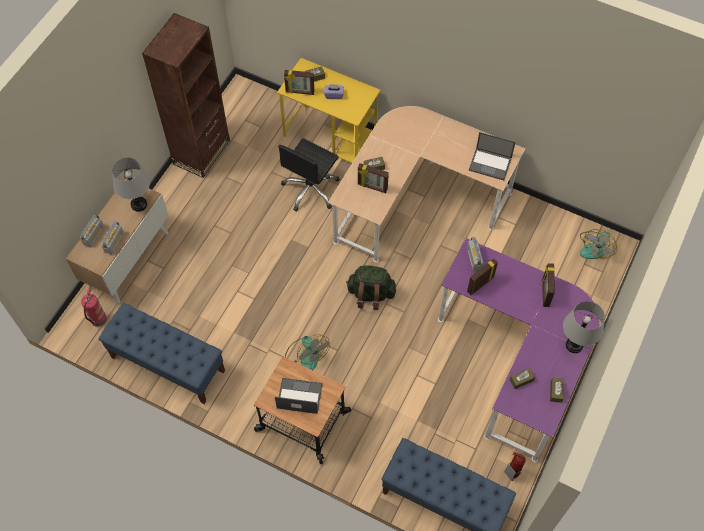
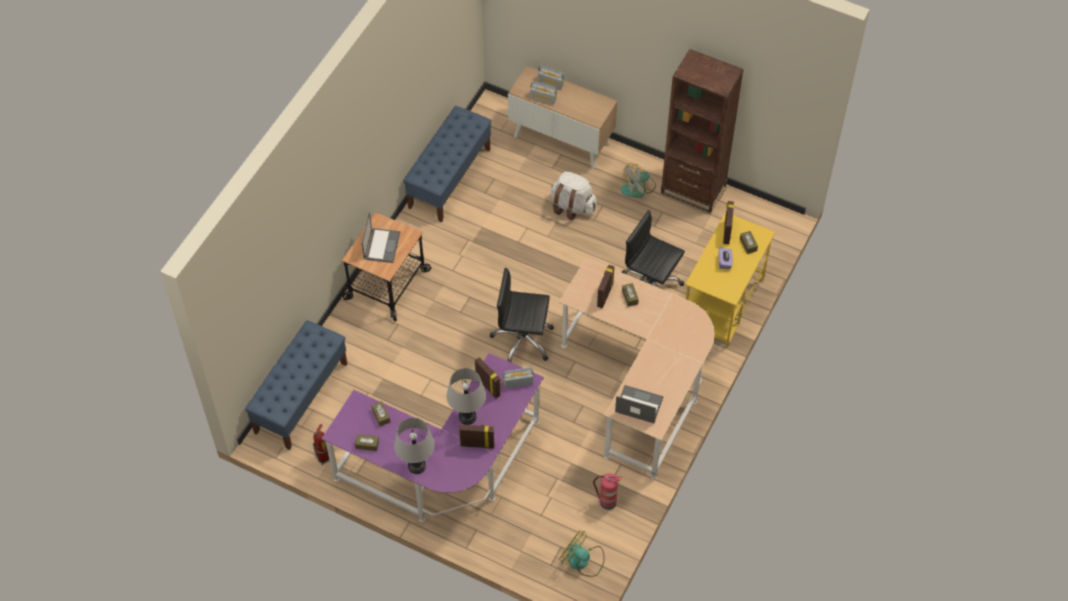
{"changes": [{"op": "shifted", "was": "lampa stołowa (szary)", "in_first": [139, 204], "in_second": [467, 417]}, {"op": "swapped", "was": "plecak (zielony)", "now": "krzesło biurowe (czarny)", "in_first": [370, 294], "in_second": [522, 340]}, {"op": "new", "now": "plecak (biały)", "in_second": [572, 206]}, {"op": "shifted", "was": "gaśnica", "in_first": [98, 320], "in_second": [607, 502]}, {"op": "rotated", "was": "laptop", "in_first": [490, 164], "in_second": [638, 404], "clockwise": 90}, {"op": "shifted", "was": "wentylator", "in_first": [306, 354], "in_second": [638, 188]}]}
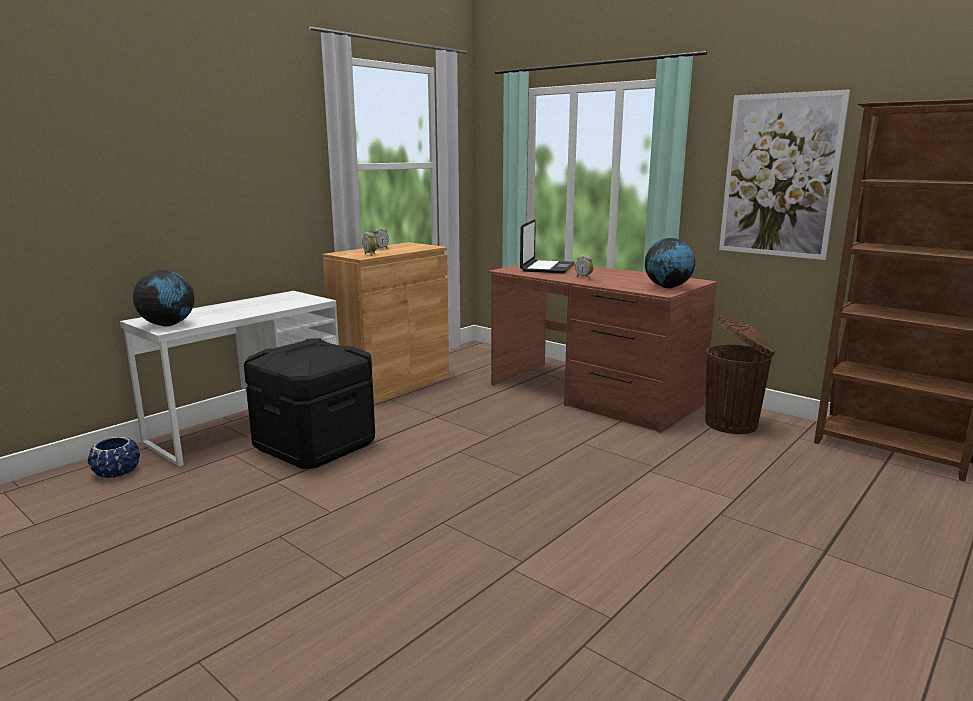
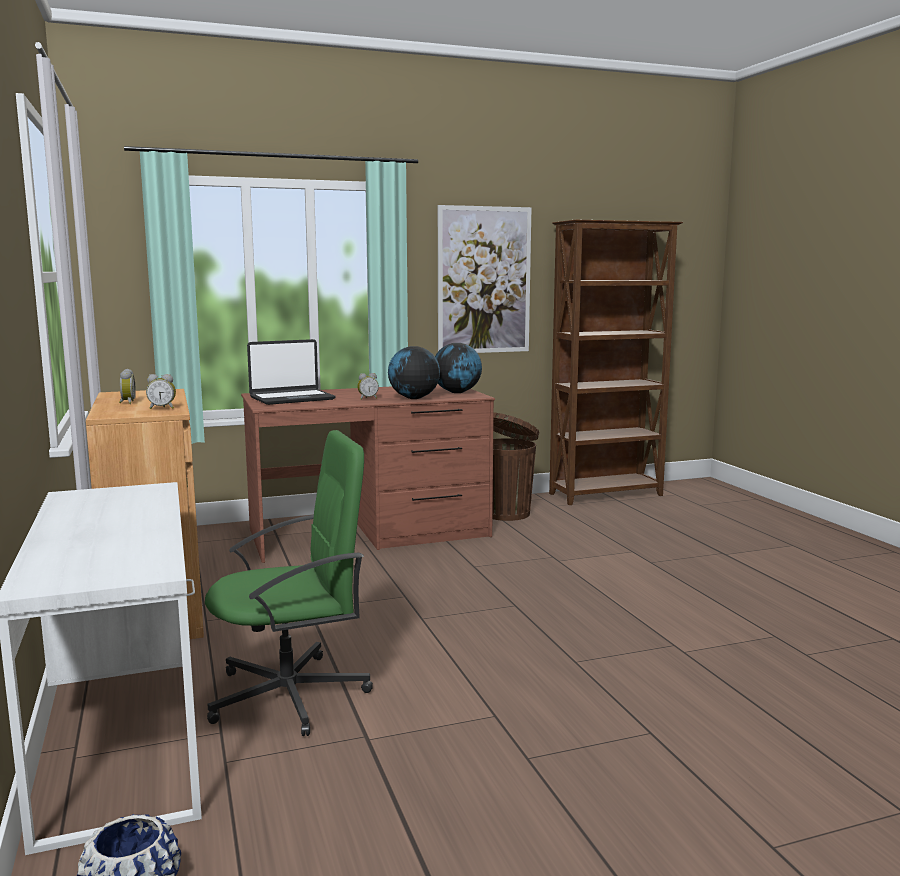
{"changes": [{"op": "swapped", "was": "pojemnik do przechowywania (czarny)", "now": "krzesło biurowe (zielony)", "in_first": [315, 447], "in_second": [291, 695]}, {"op": "rotated", "was": "laptop", "in_first": [546, 268], "in_second": [292, 398], "clockwise": 105}, {"op": "shifted", "was": "globus", "in_first": [168, 325], "in_second": [414, 398]}]}
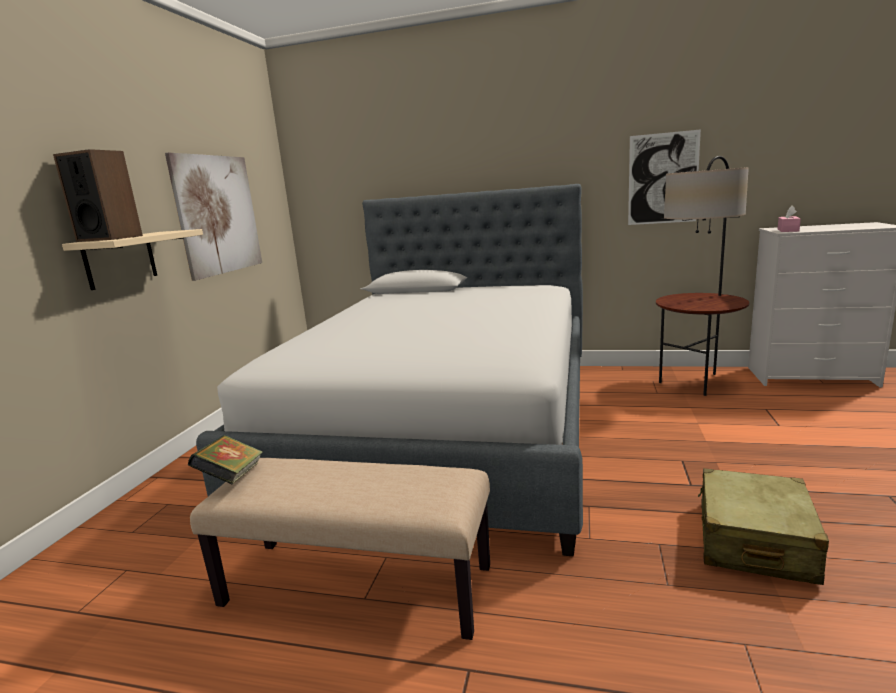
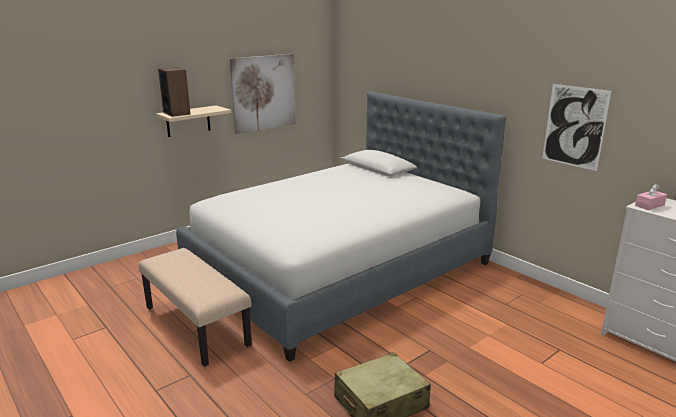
{"changes": [{"op": "gone", "was": "książka", "in_first": [231, 478]}, {"op": "gone", "was": "lampa stojąca", "in_first": [696, 382]}]}
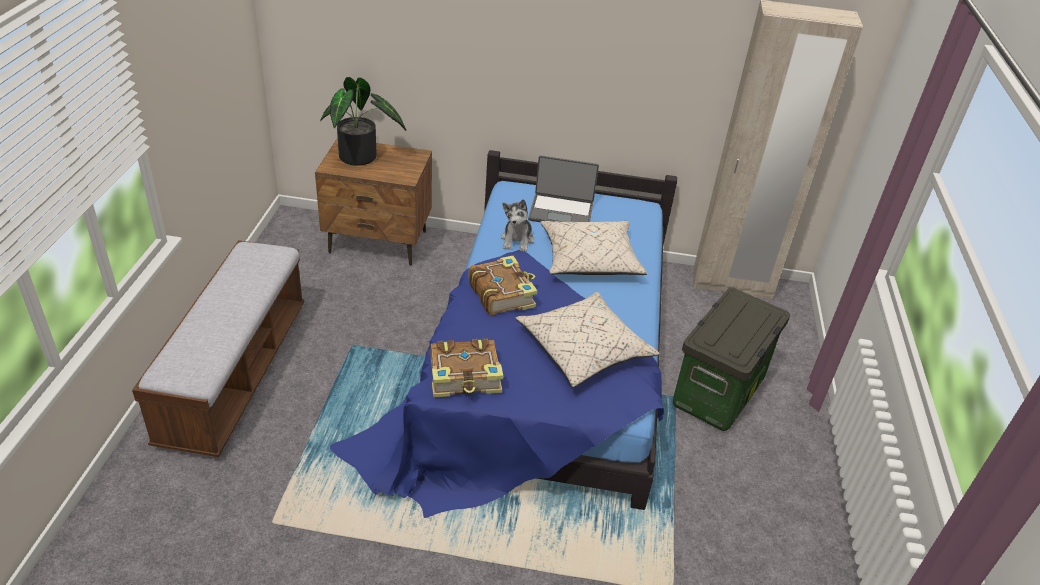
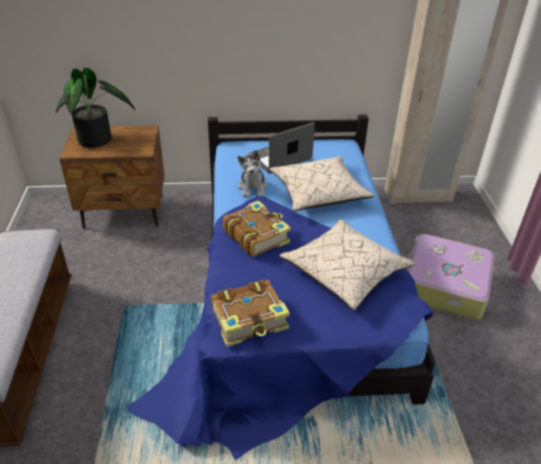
{"changes": [{"op": "rotated", "was": "laptop", "in_first": [561, 212], "in_second": [280, 158], "clockwise": 150}, {"op": "swapped", "was": "pojemnik do przechowywania", "now": "walizka", "in_first": [718, 393], "in_second": [443, 285]}]}
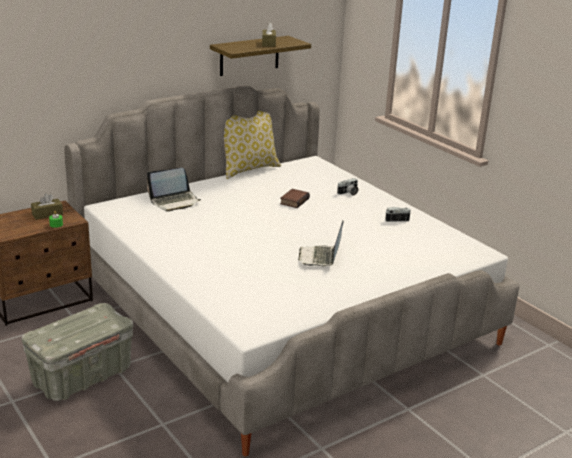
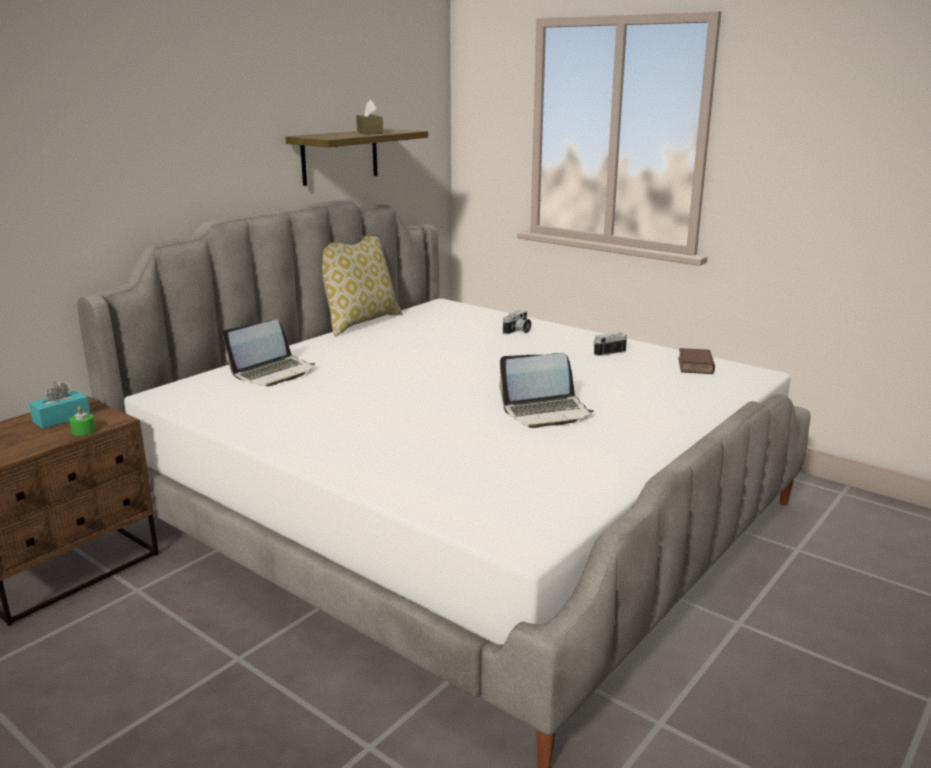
{"changes": [{"op": "repainted", "was": "pudełko chusteczek (brązowy)", "now": "pudełko chusteczek (turkusowy)", "in_first": [47, 214], "in_second": [61, 418]}, {"op": "rotated", "was": "laptop", "in_first": [320, 257], "in_second": [546, 412], "clockwise": -90}, {"op": "shifted", "was": "książka", "in_first": [294, 201], "in_second": [693, 365]}, {"op": "gone", "was": "pojemnik do przechowywania (szary)", "in_first": [82, 376]}]}
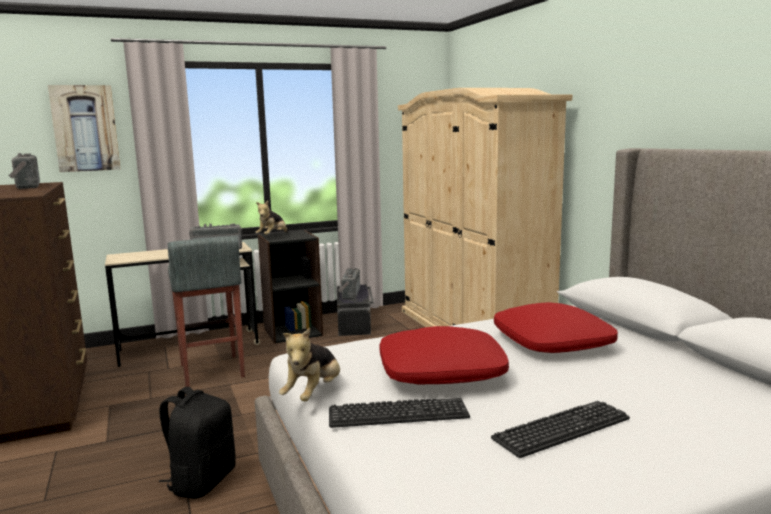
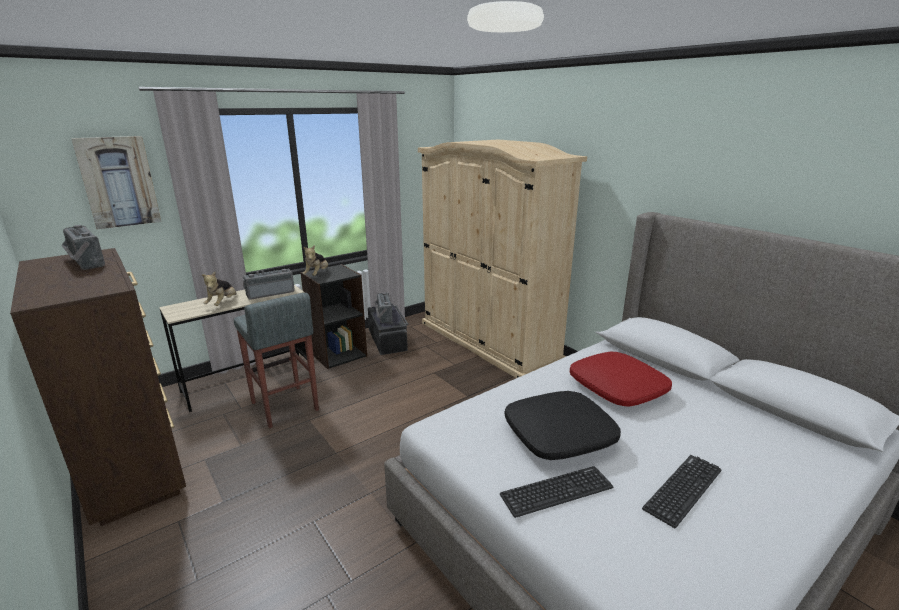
{"changes": [{"op": "shifted", "was": "pluszak", "in_first": [314, 394], "in_second": [222, 303]}, {"op": "repainted", "was": "poduszka (czerwony)", "now": "poduszka (czarny)", "in_first": [441, 370], "in_second": [559, 434]}, {"op": "gone", "was": "plecak (czarny)", "in_first": [201, 481]}]}
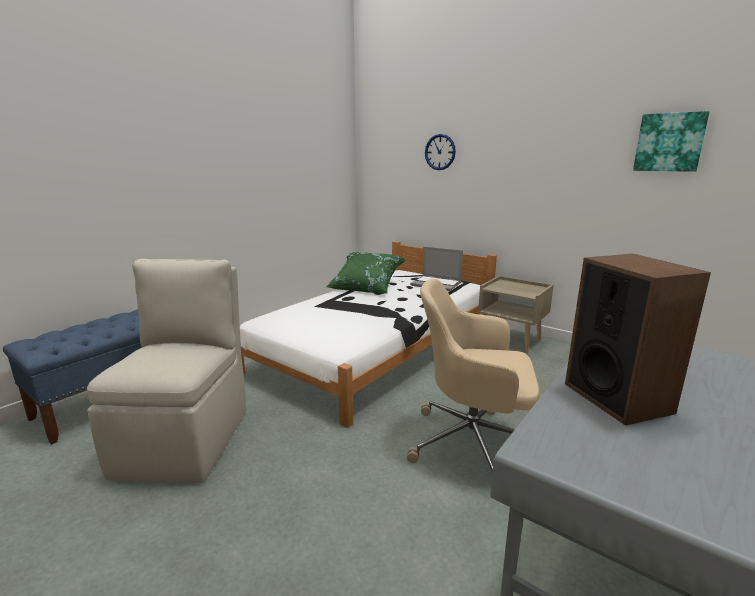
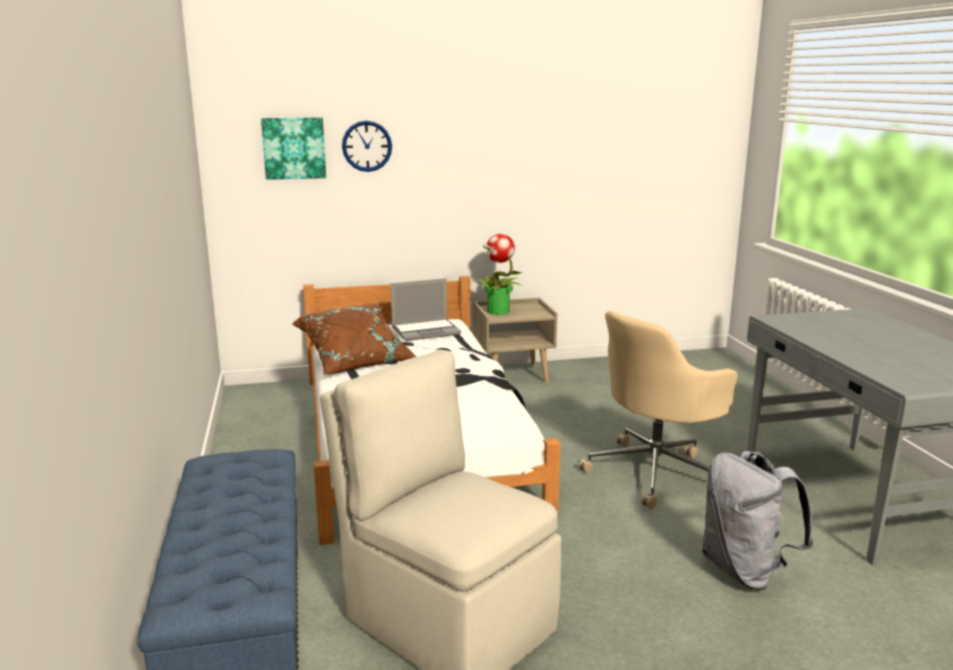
{"changes": [{"op": "shifted", "was": "obraz", "in_first": [669, 142], "in_second": [294, 148]}, {"op": "repainted", "was": "poduszka (zielony)", "now": "poduszka (brązowy)", "in_first": [366, 287], "in_second": [355, 360]}, {"op": "new", "now": "roślina doniczkowa", "in_second": [497, 311]}, {"op": "new", "now": "plecak (szary)", "in_second": [745, 571]}, {"op": "gone", "was": "głośnik", "in_first": [617, 397]}]}
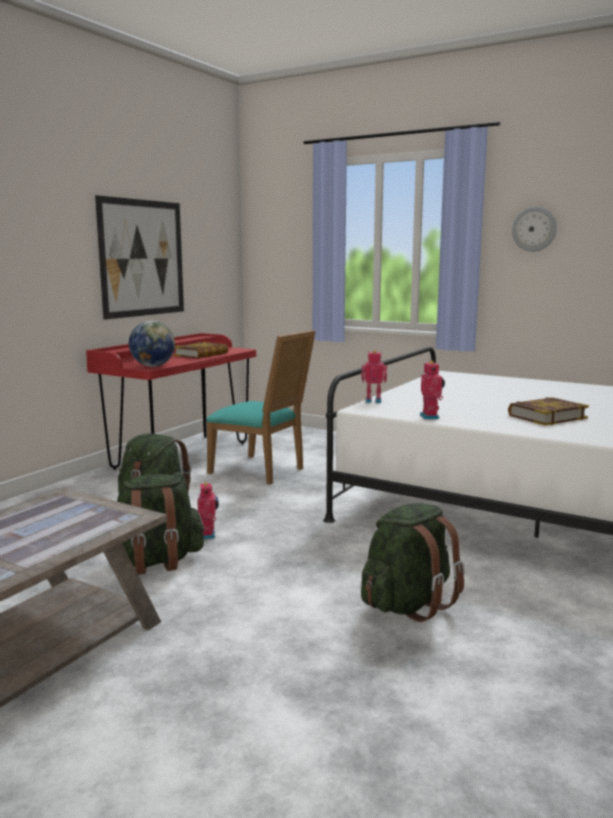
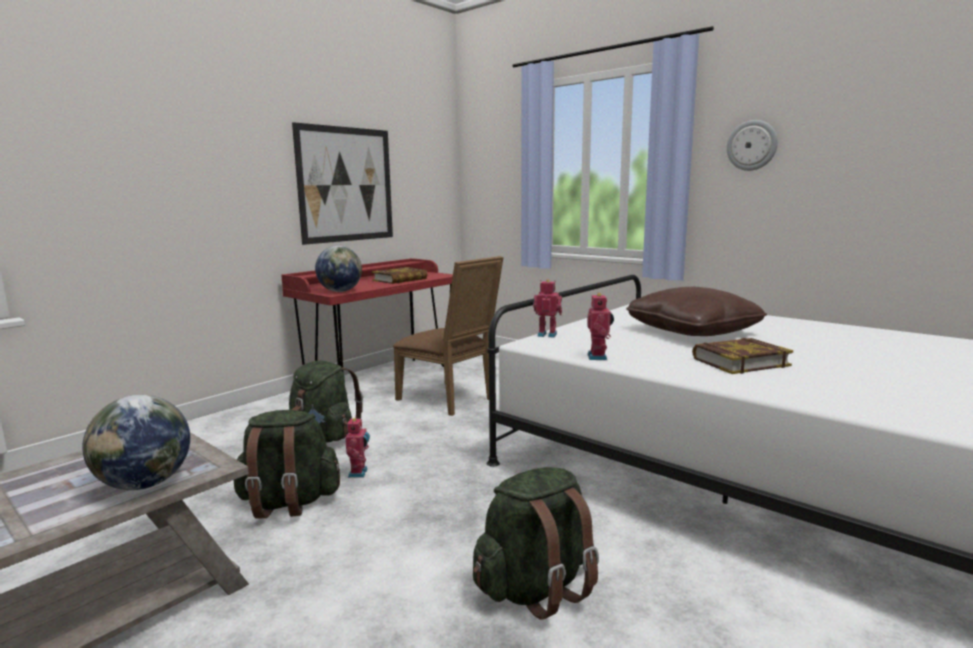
{"changes": [{"op": "new", "now": "globus", "in_second": [145, 484]}, {"op": "repainted", "was": "krzesło (turkusowy)", "now": "krzesło (brązowy)", "in_first": [262, 471], "in_second": [450, 400]}, {"op": "new", "now": "poduszka (brązowy)", "in_second": [692, 331]}]}
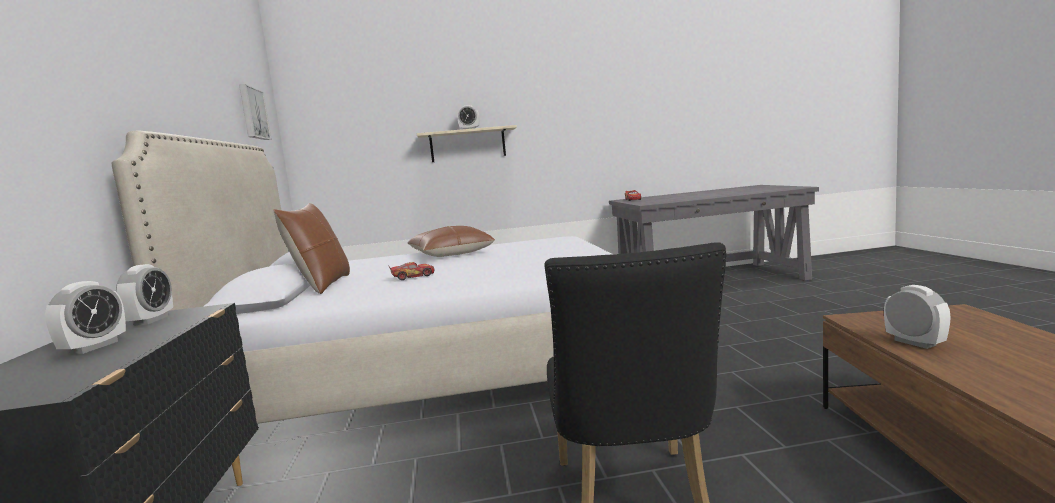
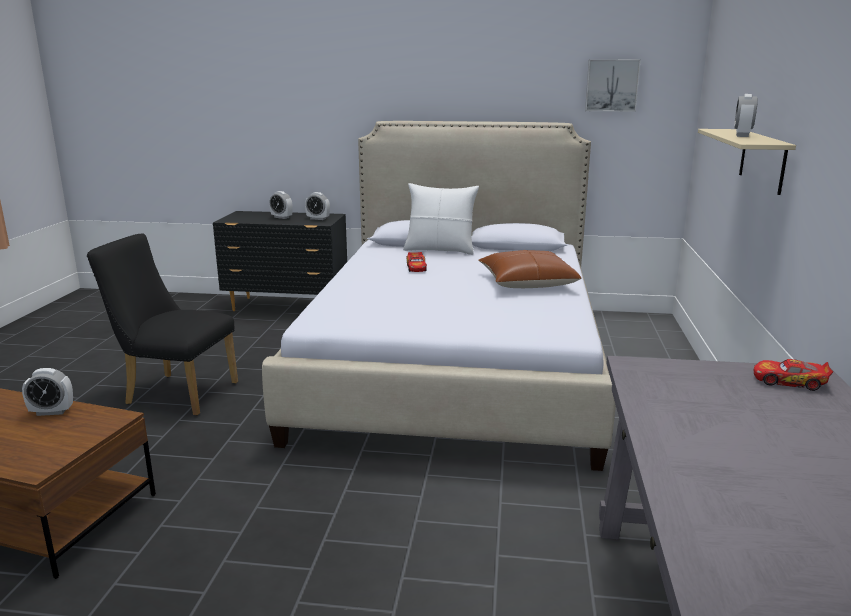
{"changes": [{"op": "repainted", "was": "poduszka (brązowy)", "now": "poduszka (biały)", "in_first": [322, 285], "in_second": [440, 250]}]}
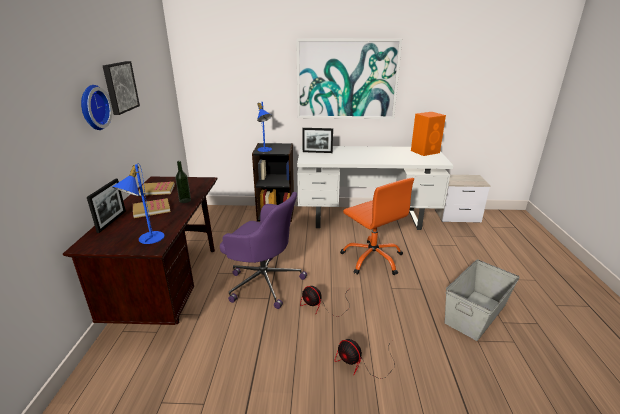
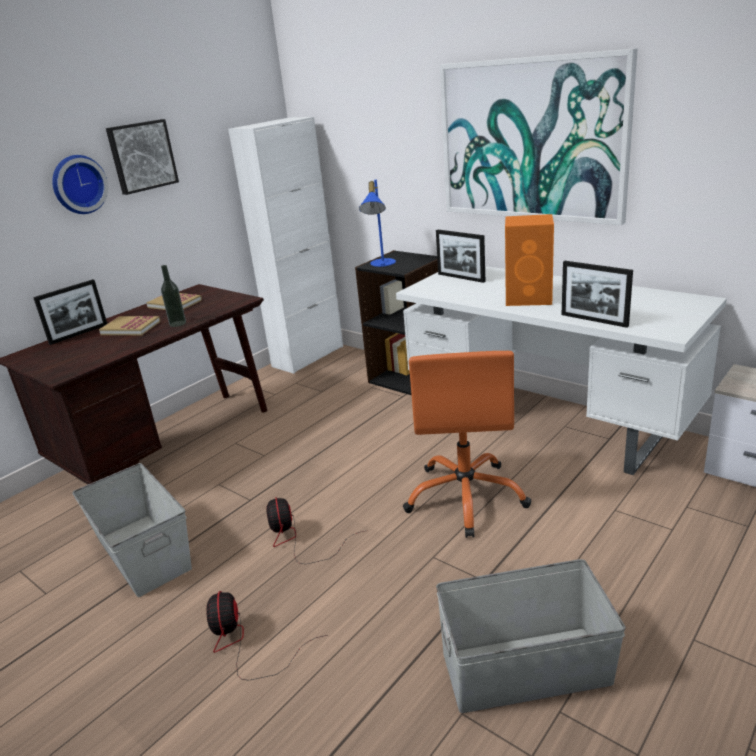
{"changes": [{"op": "new", "now": "pojemnik do przechowywania (szary)", "in_second": [142, 554]}, {"op": "new", "now": "szafka (biały)", "in_second": [308, 356]}, {"op": "shifted", "was": "głośnik (pomarańczowy)", "in_first": [425, 151], "in_second": [530, 298]}, {"op": "new", "now": "ramka na zdjęcie", "in_second": [594, 320]}, {"op": "gone", "was": "lampa stołowa (niebieski)", "in_first": [146, 239]}, {"op": "gone", "was": "krzesło biurowe (fioletowy)", "in_first": [263, 282]}]}
